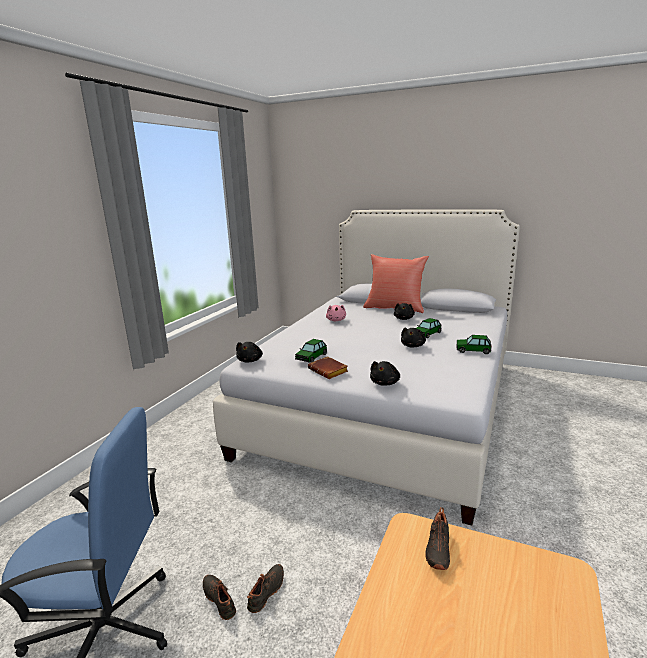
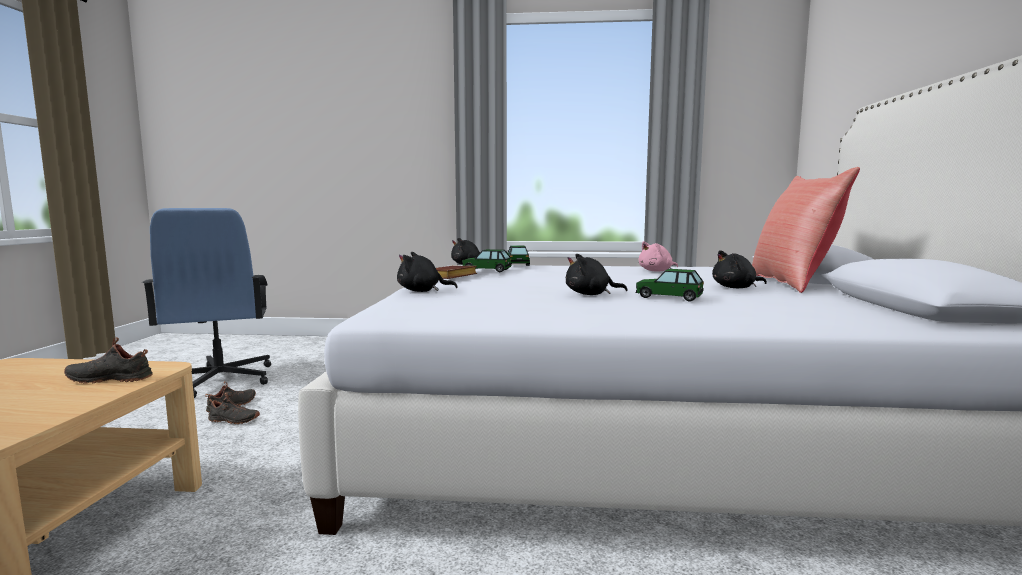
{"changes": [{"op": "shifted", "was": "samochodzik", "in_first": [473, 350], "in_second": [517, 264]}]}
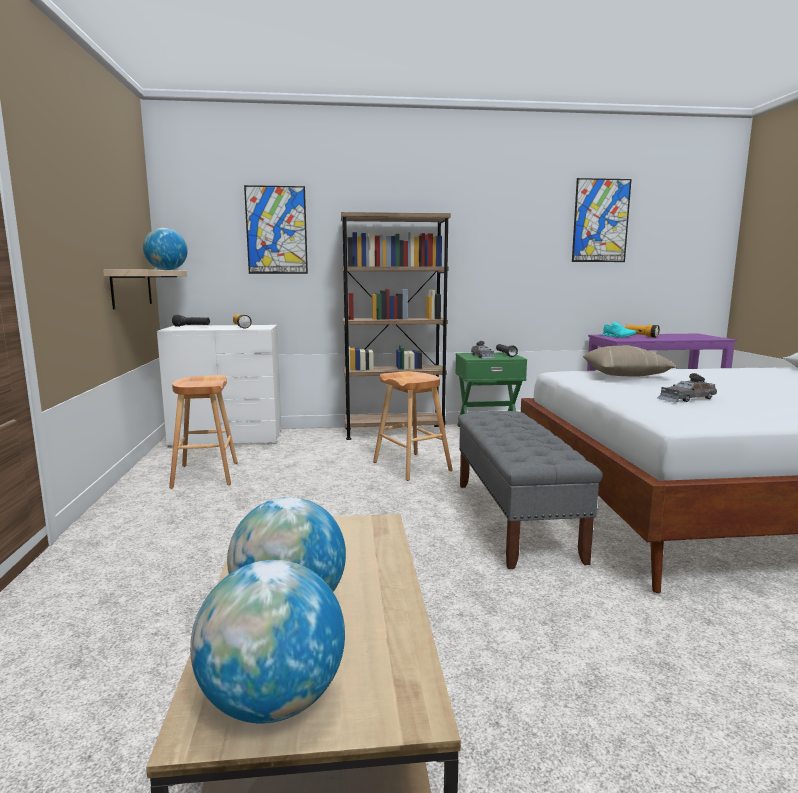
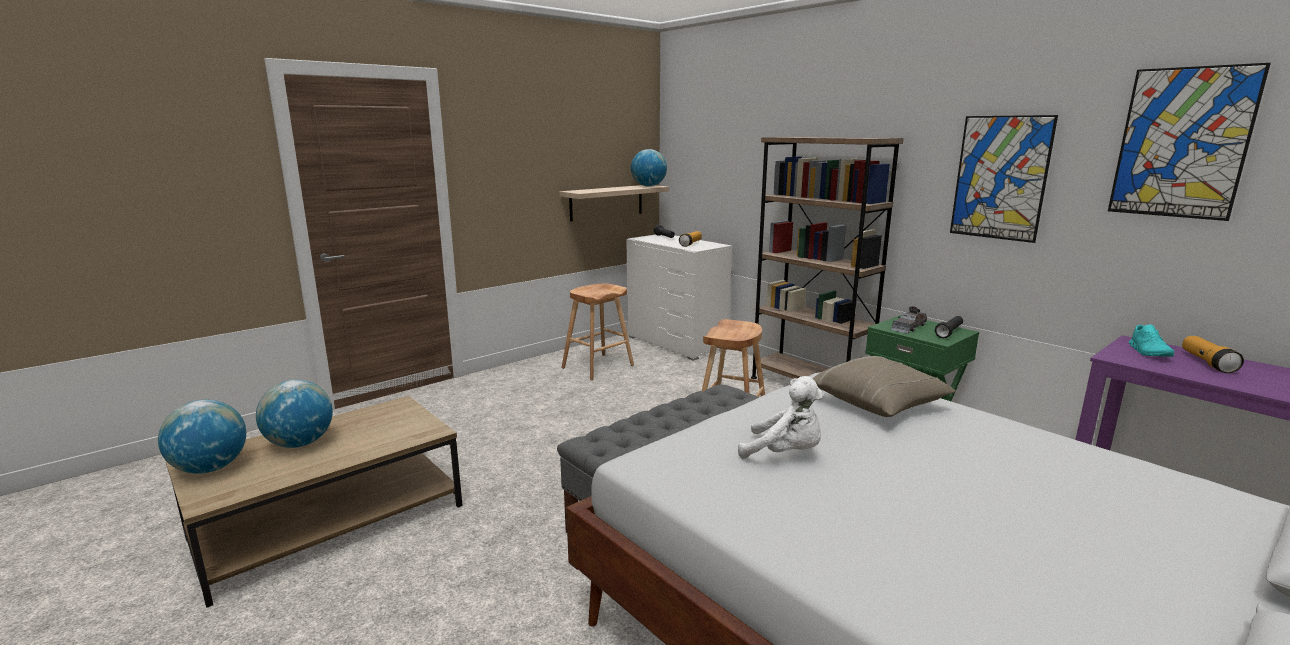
{"changes": [{"op": "swapped", "was": "samochodzik (szary)", "now": "pluszak (biały)", "in_first": [686, 398], "in_second": [785, 453]}, {"op": "shifted", "was": "obraz", "in_first": [276, 230], "in_second": [1000, 178]}]}
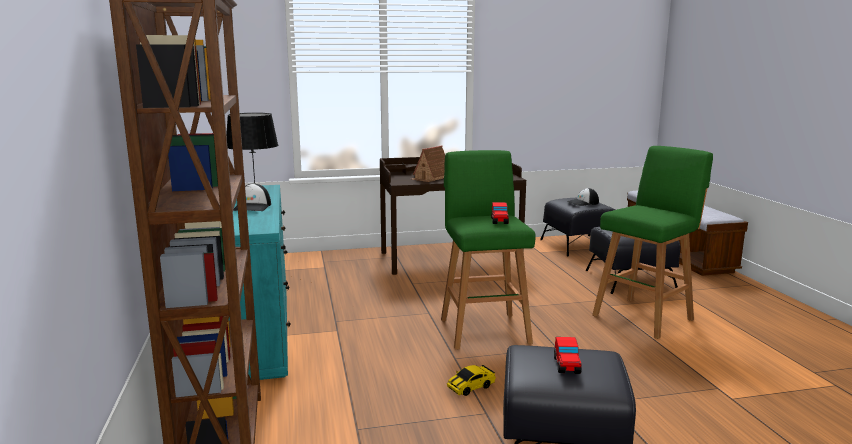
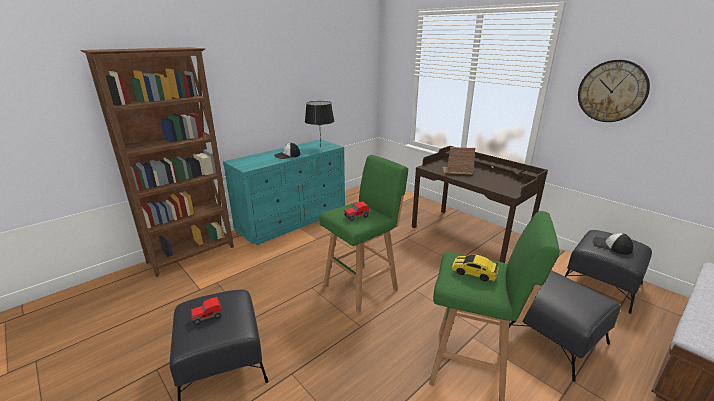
{"changes": [{"op": "shifted", "was": "samochodzik", "in_first": [471, 387], "in_second": [474, 273]}, {"op": "new", "now": "zegar ścienny", "in_second": [612, 91]}]}
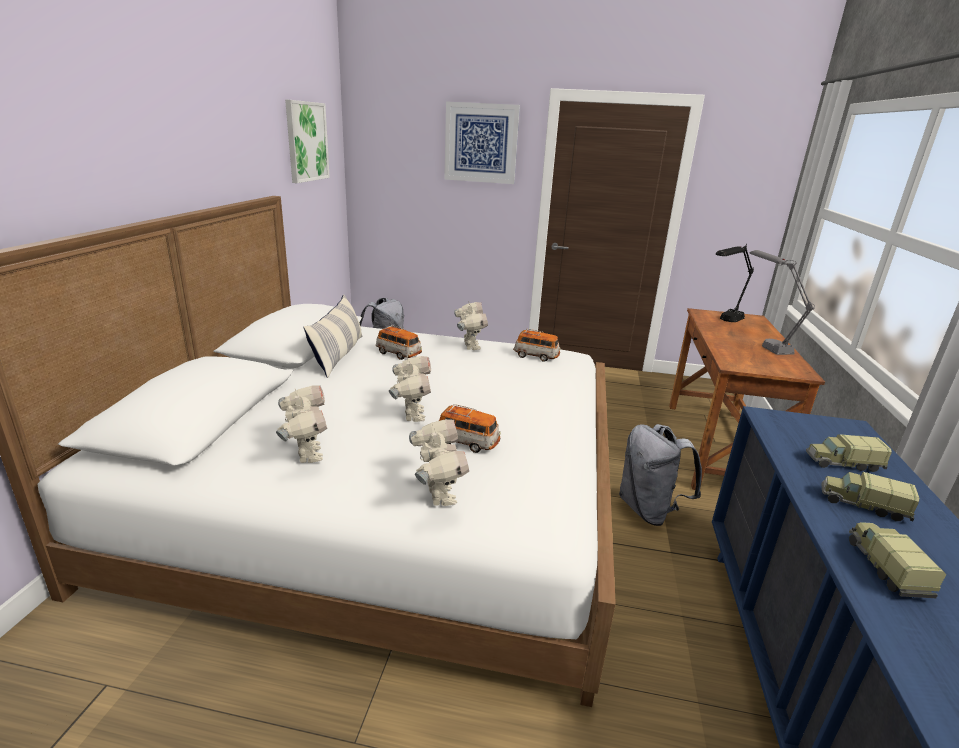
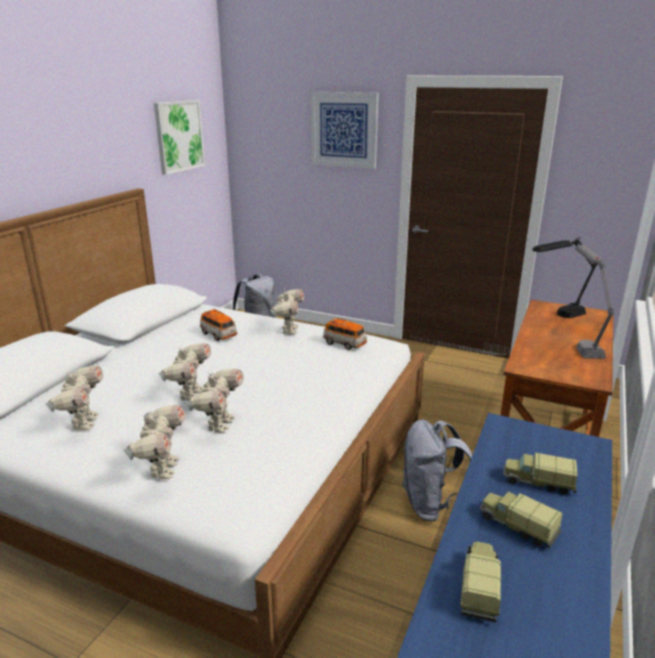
{"changes": [{"op": "swapped", "was": "samochodzik", "now": "robot zabawkowy", "in_first": [467, 443], "in_second": [219, 425]}, {"op": "gone", "was": "poduszka", "in_first": [338, 355]}]}
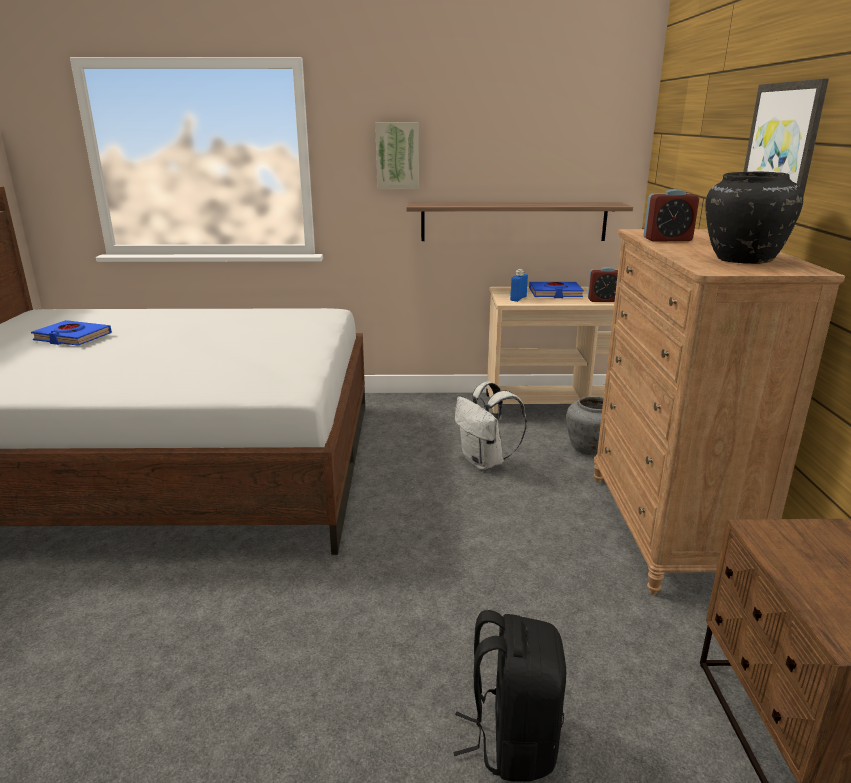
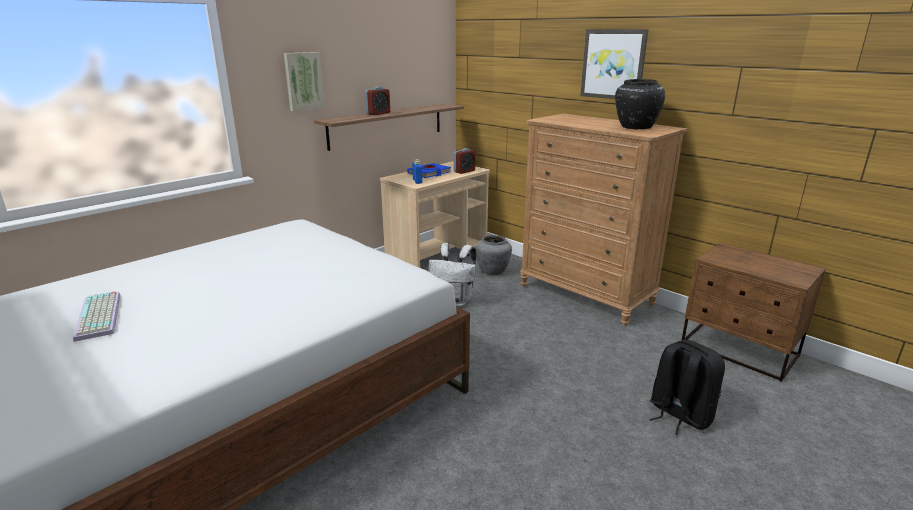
{"changes": [{"op": "swapped", "was": "książka (niebieski)", "now": "klawiatura", "in_first": [72, 337], "in_second": [100, 316]}, {"op": "shifted", "was": "budzik", "in_first": [667, 239], "in_second": [378, 113]}]}
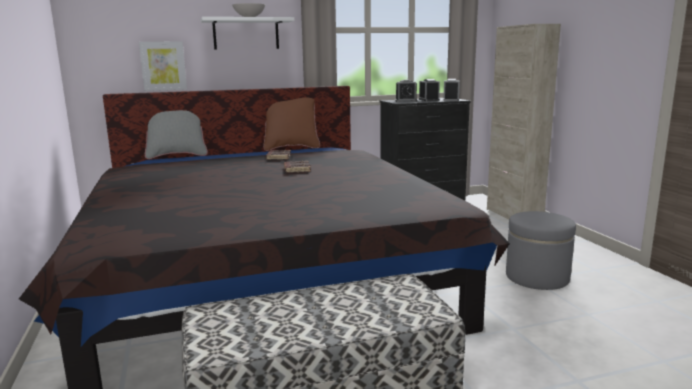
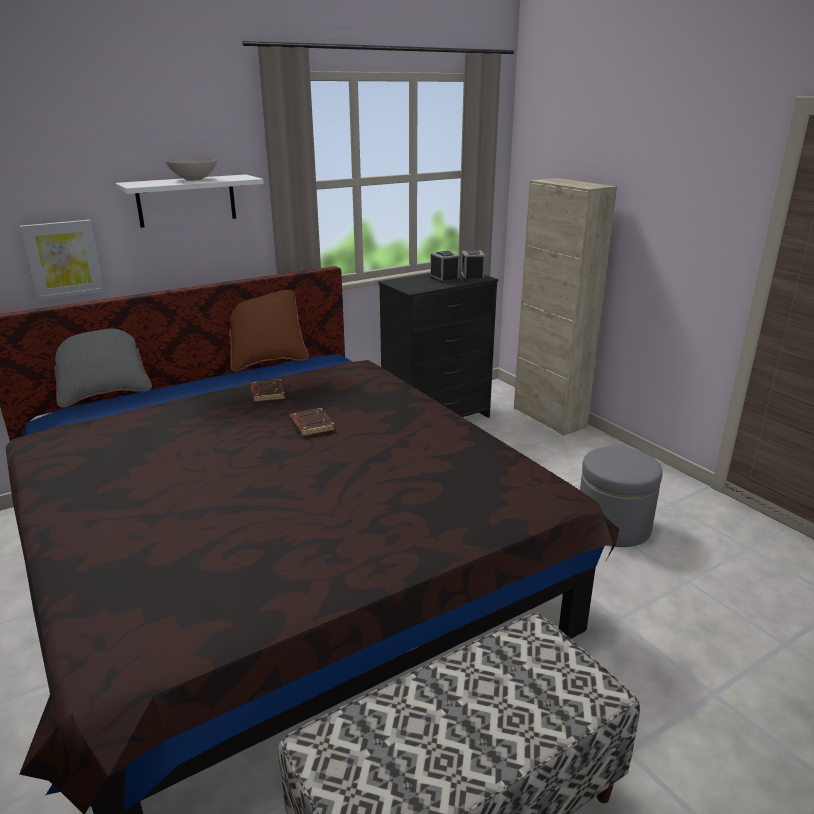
{"changes": [{"op": "gone", "was": "budzik", "in_first": [406, 101]}]}
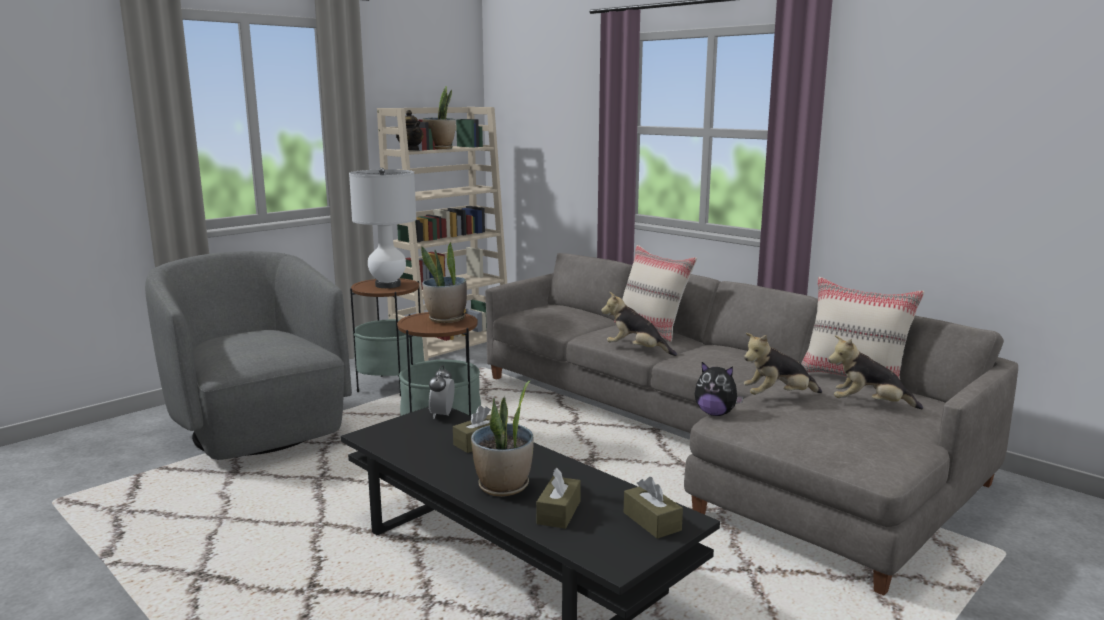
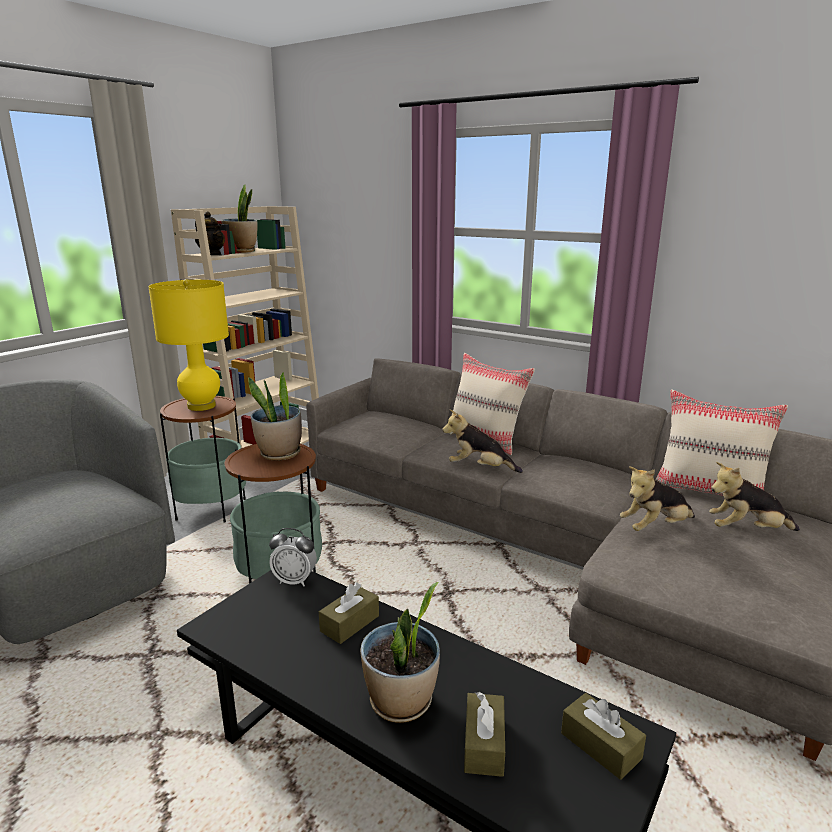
{"changes": [{"op": "repainted", "was": "lampa stołowa (biały)", "now": "lampa stołowa (żółty)", "in_first": [388, 285], "in_second": [202, 406]}, {"op": "rotated", "was": "budzik", "in_first": [442, 415], "in_second": [294, 580], "clockwise": -75}, {"op": "gone", "was": "pluszak", "in_first": [715, 413]}]}
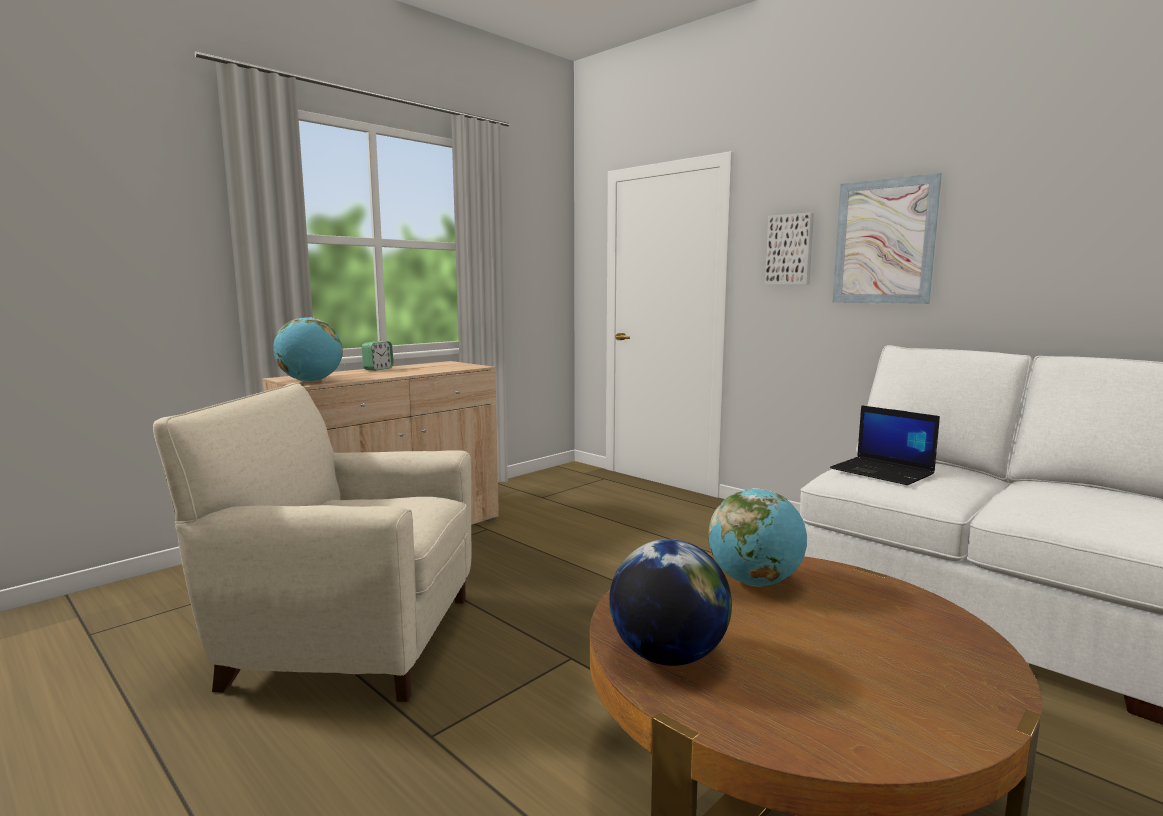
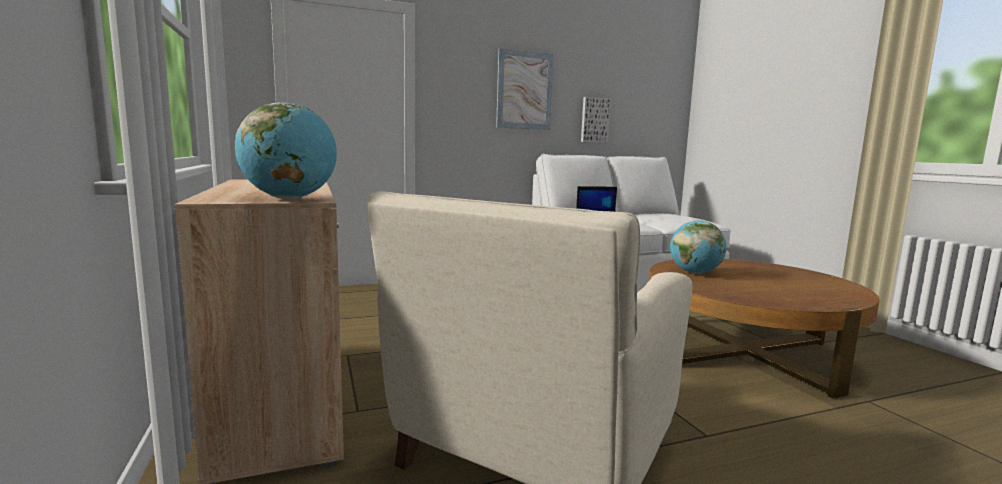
{"changes": [{"op": "shifted", "was": "obraz", "in_first": [790, 249], "in_second": [594, 120]}, {"op": "gone", "was": "budzik", "in_first": [378, 369]}, {"op": "gone", "was": "globus", "in_first": [668, 656]}]}
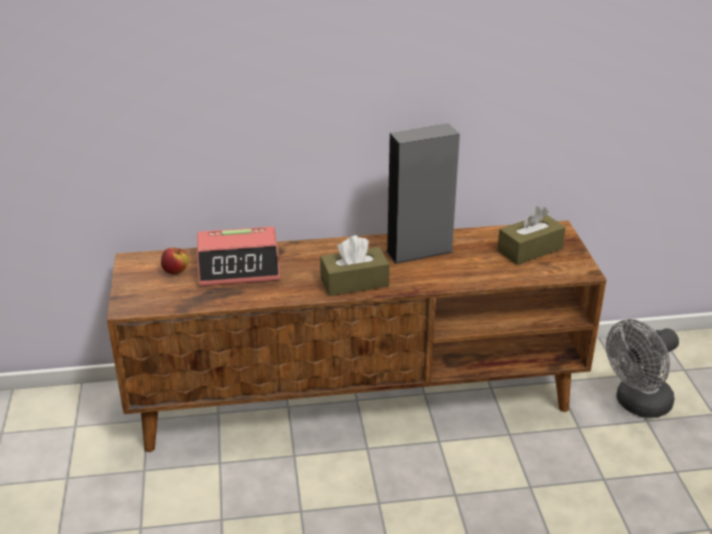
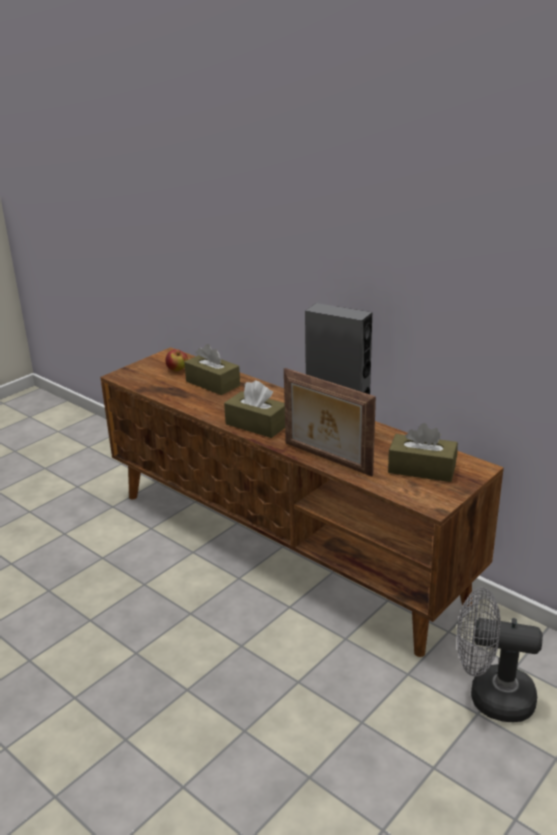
{"changes": [{"op": "swapped", "was": "budzik", "now": "pudełko chusteczek (brązowy)", "in_first": [239, 267], "in_second": [213, 383]}, {"op": "new", "now": "ramka na zdjęcie", "in_second": [326, 459]}]}
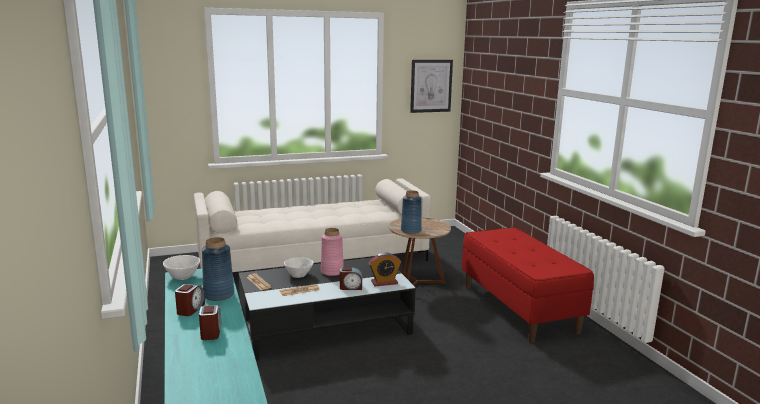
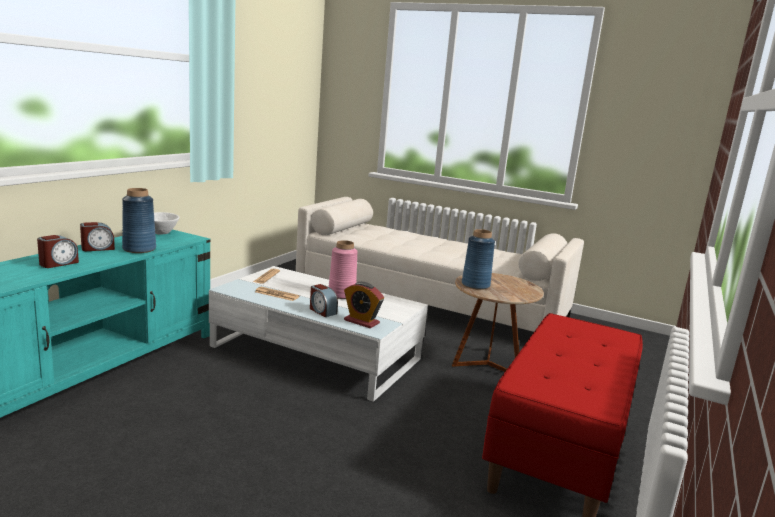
{"changes": [{"op": "repainted", "was": "ława (czarny)", "now": "ława (biały)", "in_first": [325, 325], "in_second": [316, 352]}, {"op": "gone", "was": "miska (biały)", "in_first": [299, 275]}, {"op": "gone", "was": "obraz", "in_first": [431, 86]}]}
